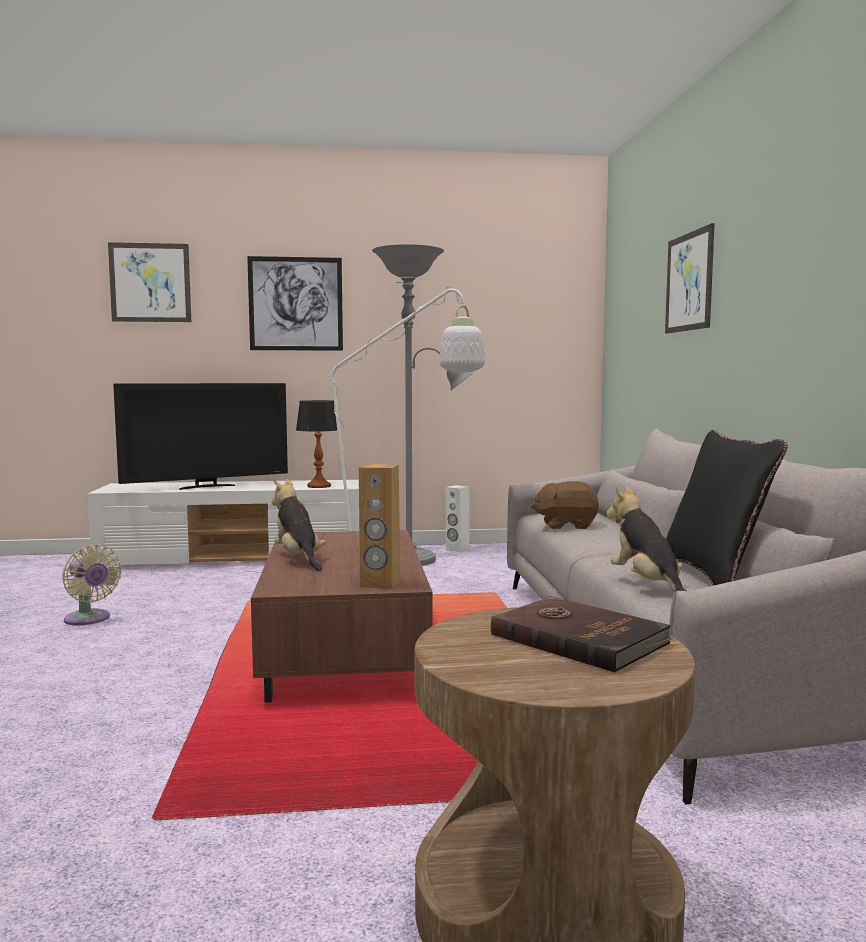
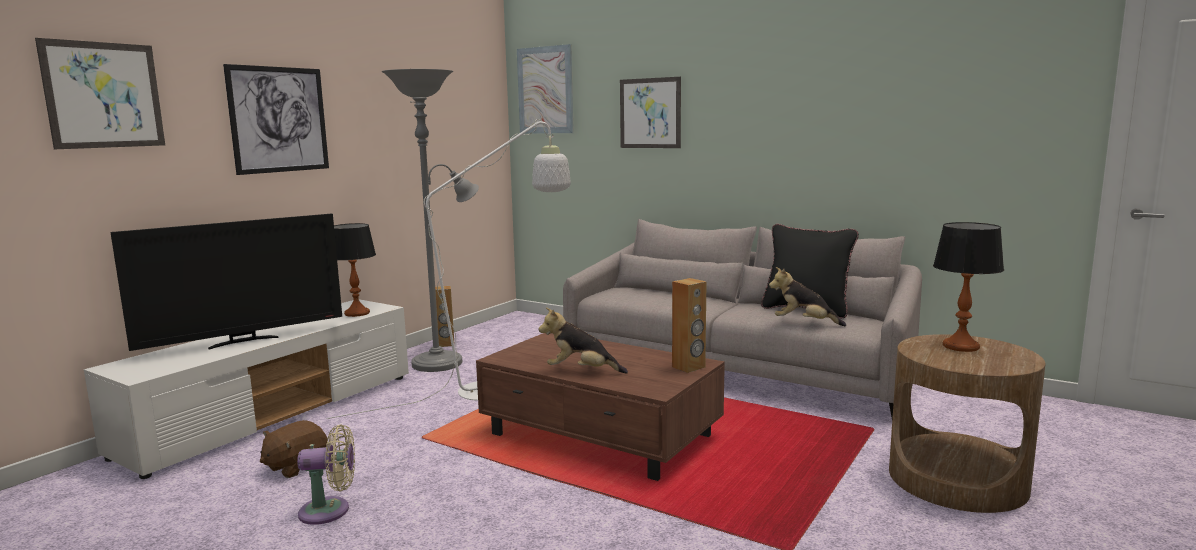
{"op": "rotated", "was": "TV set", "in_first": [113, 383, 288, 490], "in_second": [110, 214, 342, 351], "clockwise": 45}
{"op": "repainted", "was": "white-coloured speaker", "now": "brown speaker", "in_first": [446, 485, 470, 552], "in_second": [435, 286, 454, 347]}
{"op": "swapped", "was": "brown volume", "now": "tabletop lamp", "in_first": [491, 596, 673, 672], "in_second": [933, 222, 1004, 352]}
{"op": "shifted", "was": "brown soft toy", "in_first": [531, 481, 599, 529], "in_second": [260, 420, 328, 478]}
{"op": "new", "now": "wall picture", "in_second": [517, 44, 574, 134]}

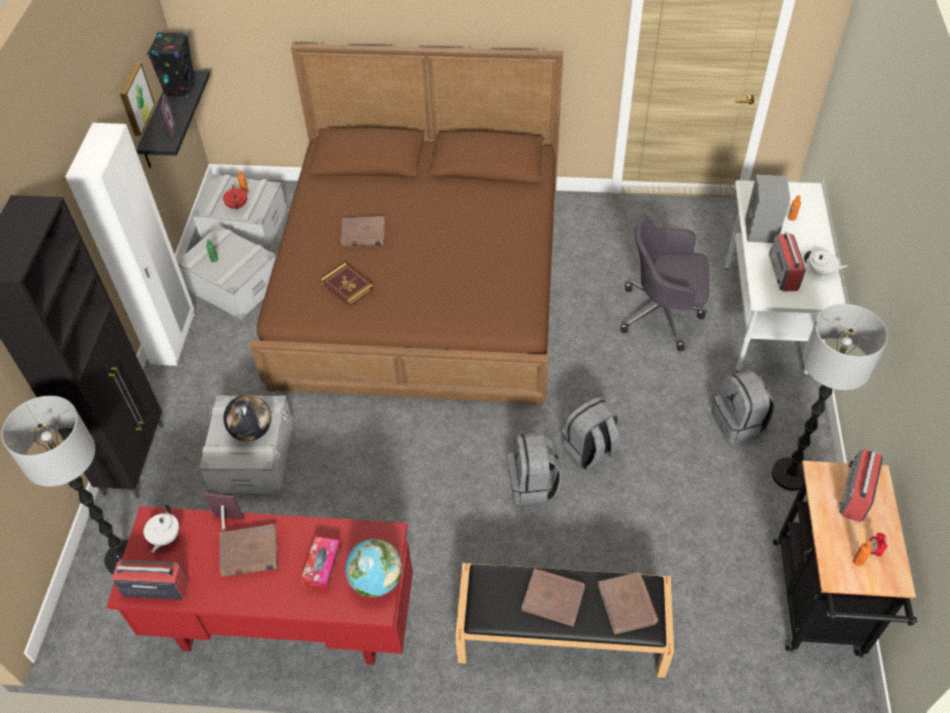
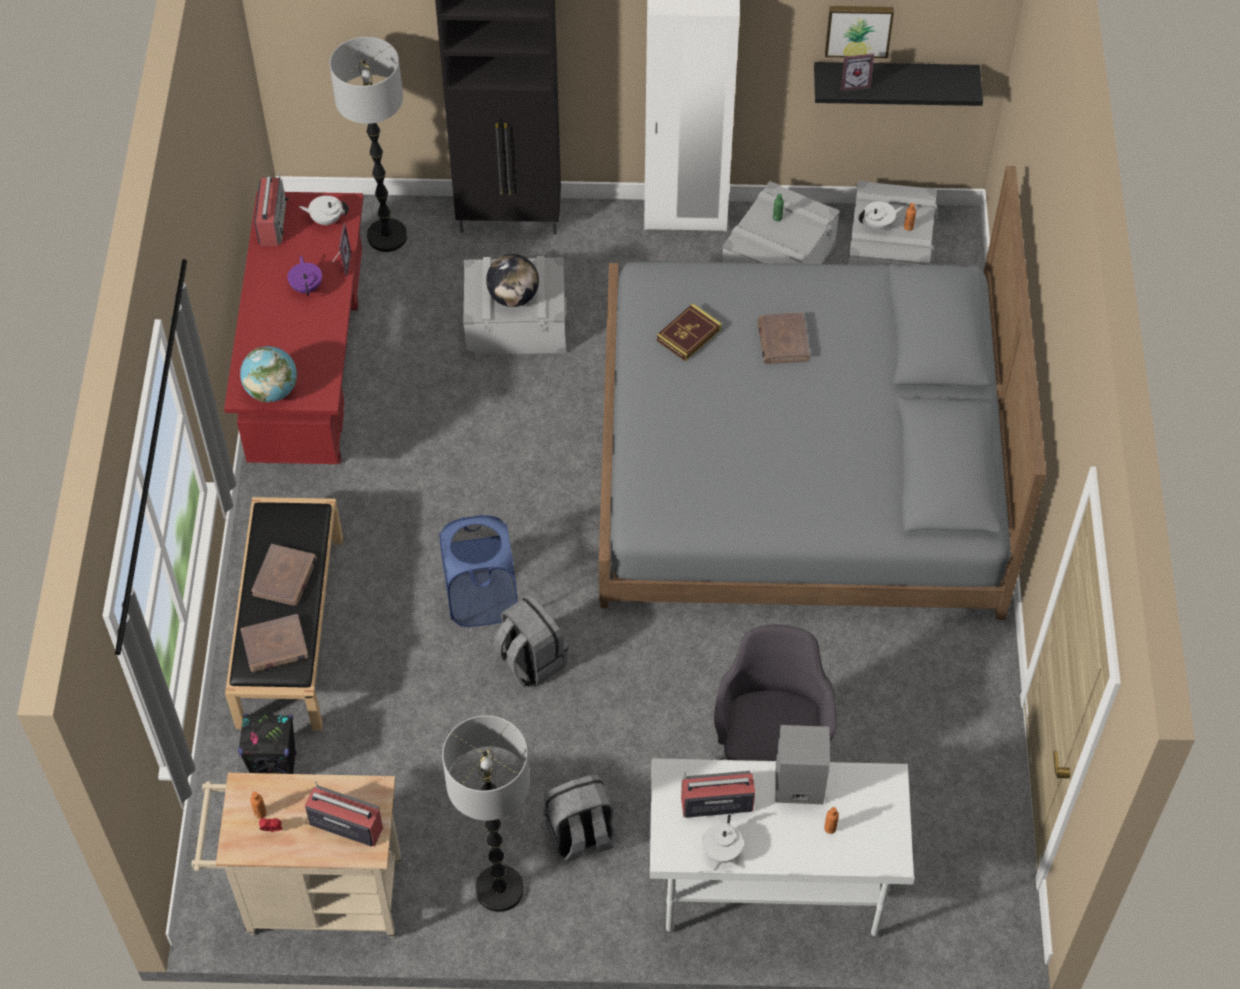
{"op": "shifted", "was": "black speaker", "in_first": [147, 32, 196, 97], "in_second": [238, 714, 297, 774]}
{"op": "swapped", "was": "brown volume", "now": "purple-coloured teapot", "in_first": [220, 524, 278, 577], "in_second": [287, 256, 322, 296]}
{"op": "repainted", "was": "reddish teapot", "now": "white-coloured teapot", "in_first": [223, 185, 247, 210], "in_second": [859, 201, 903, 231]}
{"op": "repainted", "was": "brown bedroom bed", "now": "gray bedroom bed", "in_first": [250, 44, 563, 406], "in_second": [599, 166, 1046, 620]}
{"op": "gone", "was": "tissue box", "in_first": [301, 536, 341, 592]}
{"op": "swapped", "was": "gray backpack", "now": "blue laundry basket", "in_first": [508, 432, 562, 505], "in_second": [439, 515, 517, 627]}
{"op": "repainted", "was": "black trolley", "now": "beige trolley", "in_first": [773, 461, 917, 658], "in_second": [191, 773, 402, 938]}

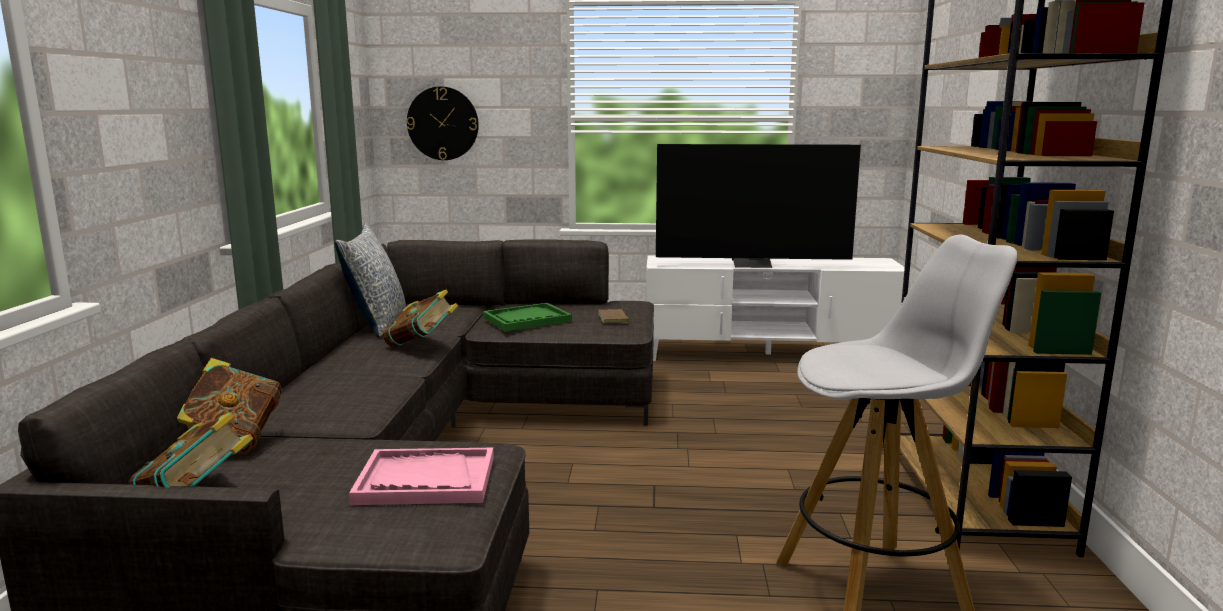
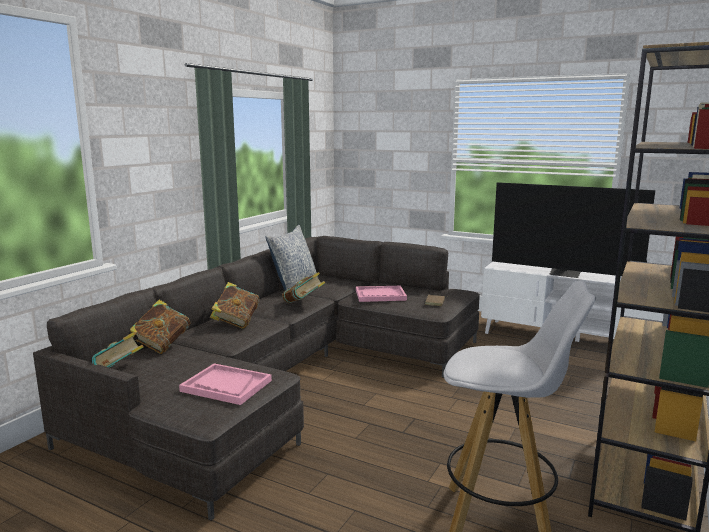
{"op": "gone", "was": "hanging clock", "in_first": [407, 86, 479, 160]}
{"op": "repainted", "was": "greenish carrying tray", "now": "pink carrying tray", "in_first": [483, 303, 572, 332], "in_second": [356, 286, 407, 302]}
{"op": "new", "now": "volume", "in_second": [210, 282, 259, 329]}

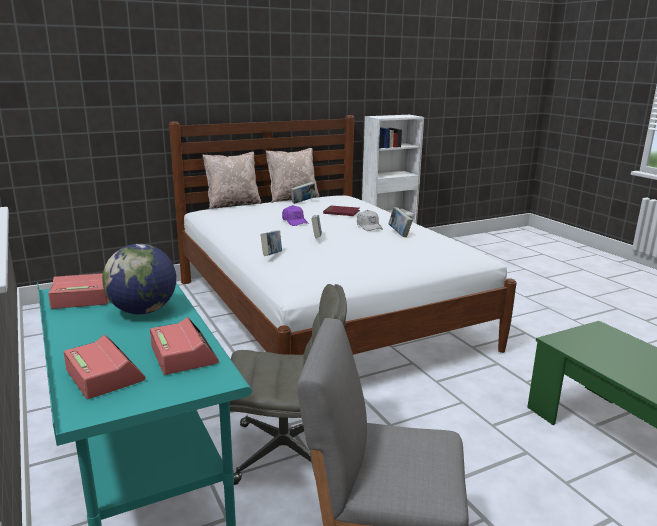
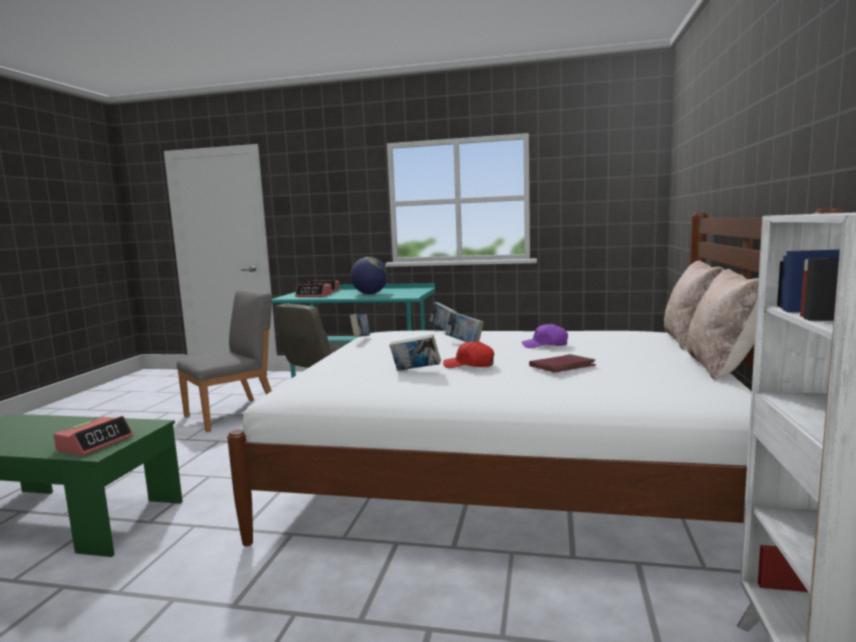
{"op": "shifted", "was": "table clock", "in_first": [48, 273, 109, 309], "in_second": [54, 416, 133, 456]}
{"op": "shifted", "was": "volume", "in_first": [290, 182, 315, 204], "in_second": [350, 314, 370, 337]}
{"op": "repainted", "was": "white-coloured peaked cap", "now": "reddish peaked cap", "in_first": [357, 210, 383, 231], "in_second": [443, 341, 494, 368]}

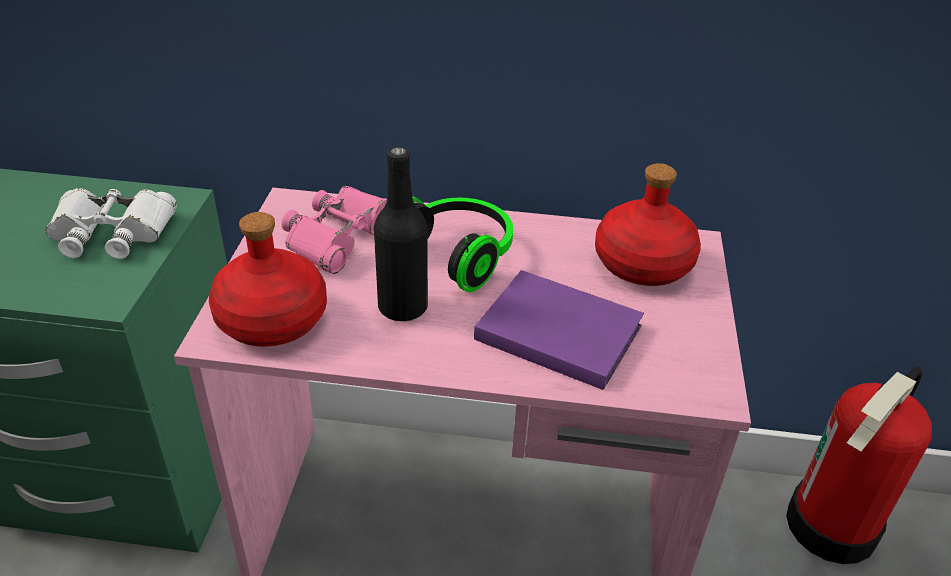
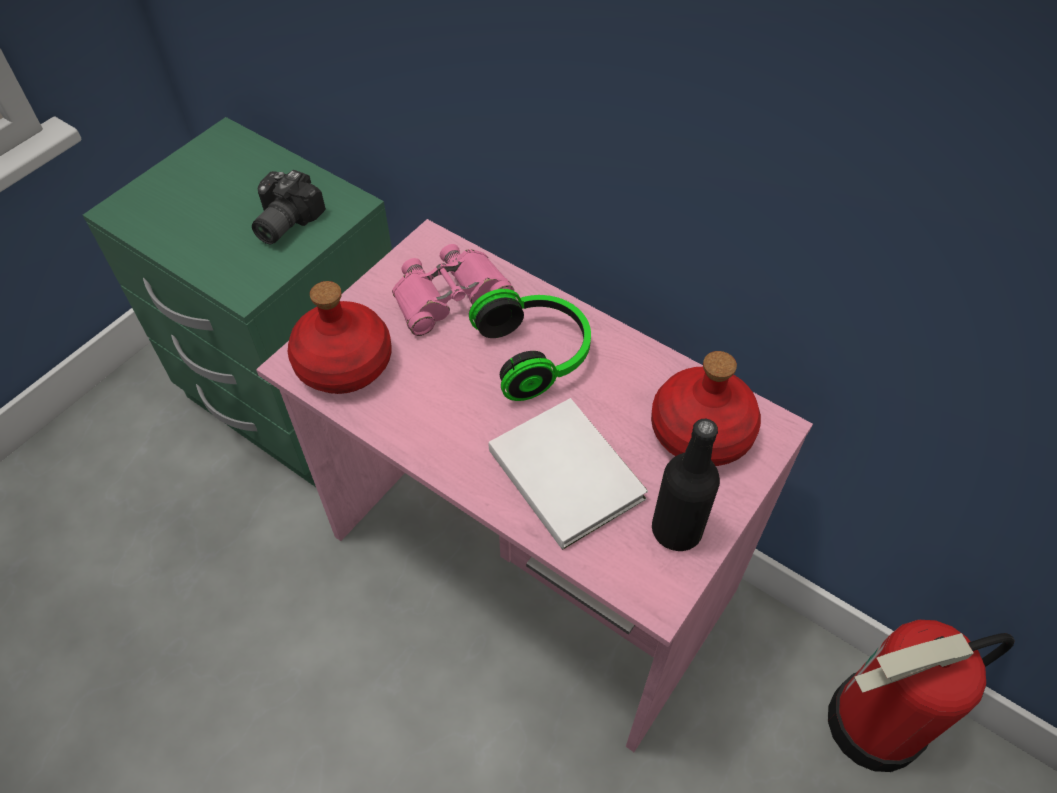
{"op": "swapped", "was": "white-coloured field glasses", "now": "photo camera", "in_first": [46, 188, 177, 259], "in_second": [252, 170, 326, 244]}
{"op": "shifted", "was": "black drink bottle", "in_first": [374, 147, 428, 321], "in_second": [652, 419, 720, 551]}
{"op": "repainted", "was": "purple-coloured volume", "now": "white-coloured volume", "in_first": [474, 270, 644, 390], "in_second": [489, 398, 648, 550]}

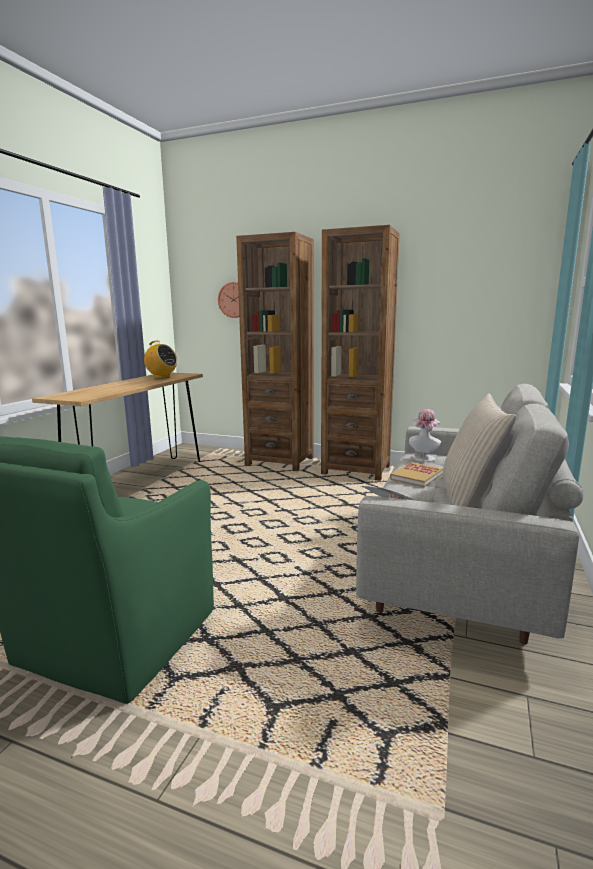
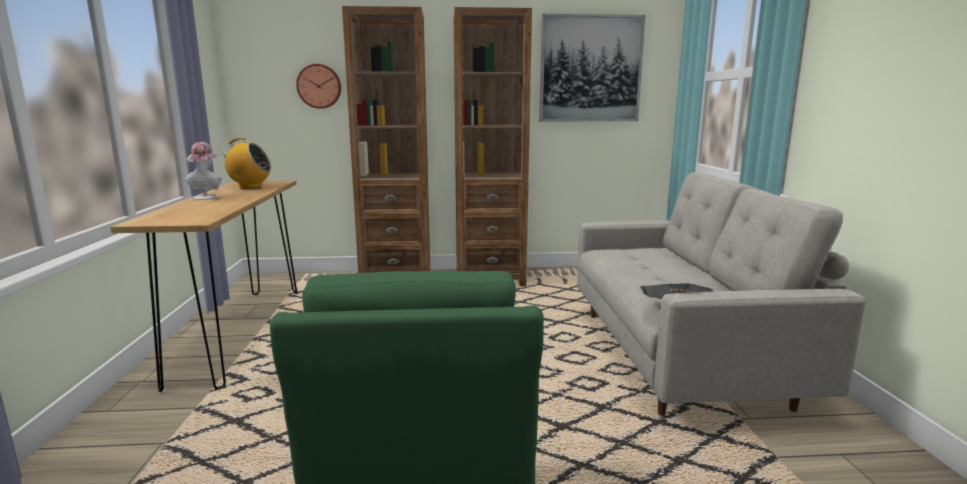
{"op": "gone", "was": "volume", "in_first": [390, 462, 443, 487]}
{"op": "shifted", "was": "wearable hat", "in_first": [409, 409, 441, 462], "in_second": [185, 142, 222, 200]}
{"op": "gone", "was": "beige throw pillow", "in_first": [443, 393, 516, 508]}
{"op": "new", "now": "wall picture", "in_second": [539, 14, 645, 121]}

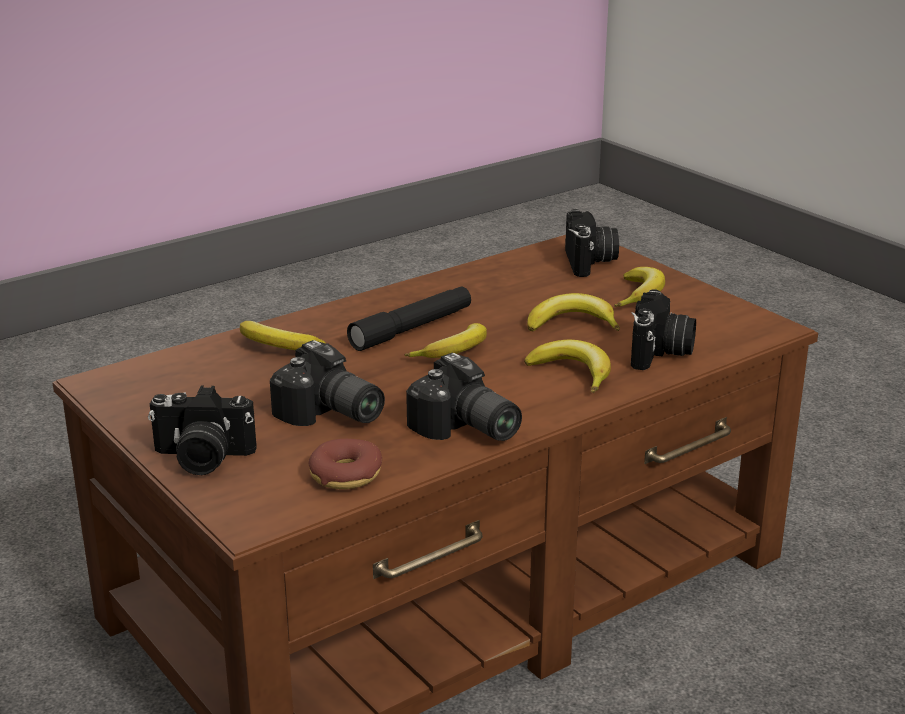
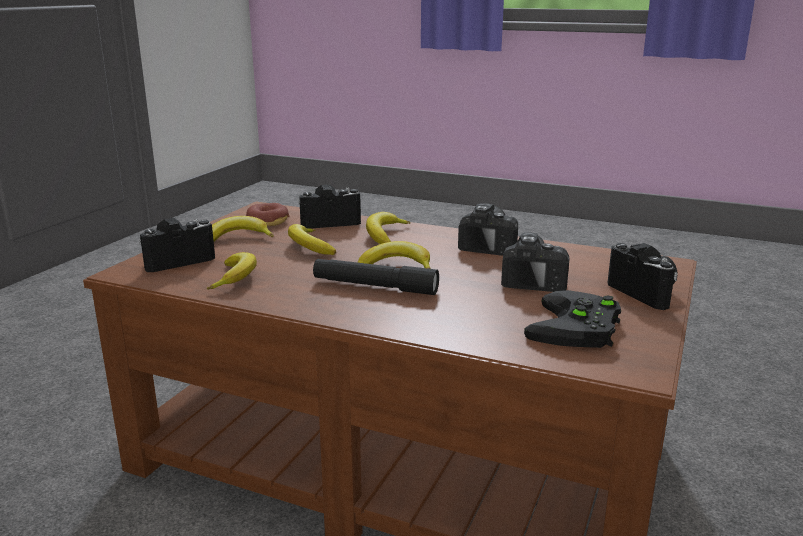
{"op": "shifted", "was": "banana", "in_first": [240, 321, 326, 350], "in_second": [207, 252, 257, 290]}
{"op": "shifted", "was": "ring doughnut", "in_first": [309, 439, 382, 489], "in_second": [246, 203, 289, 226]}
{"op": "new", "now": "black gamepad", "in_second": [524, 290, 621, 348]}

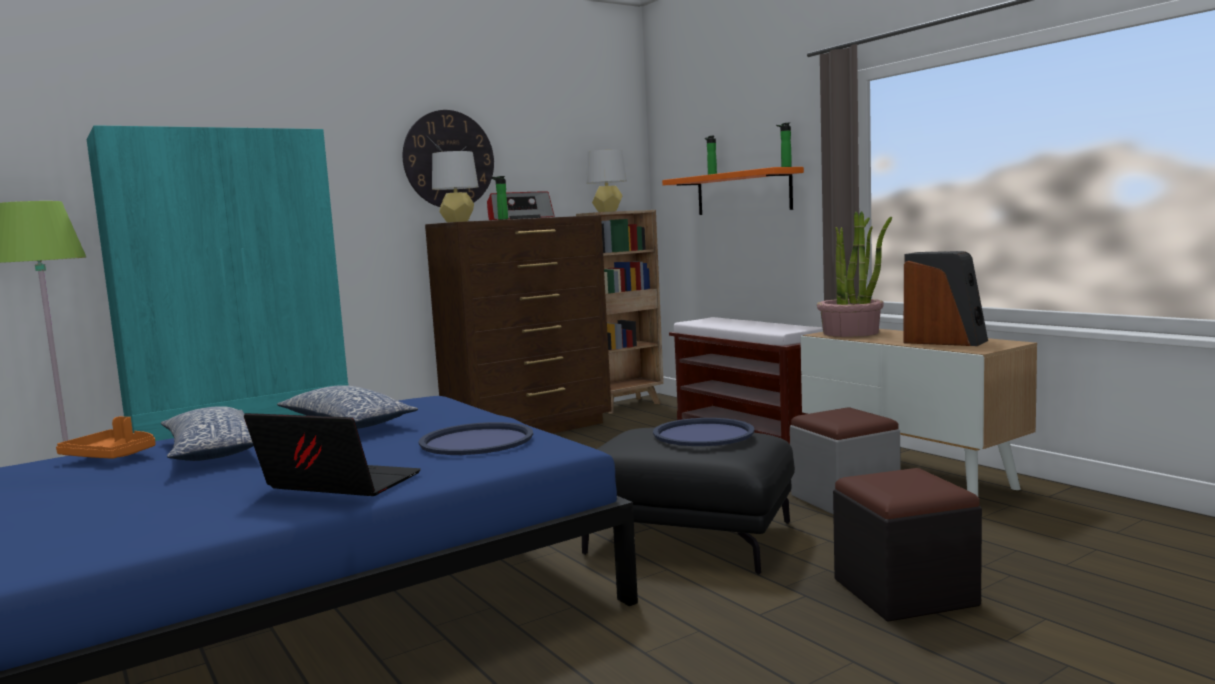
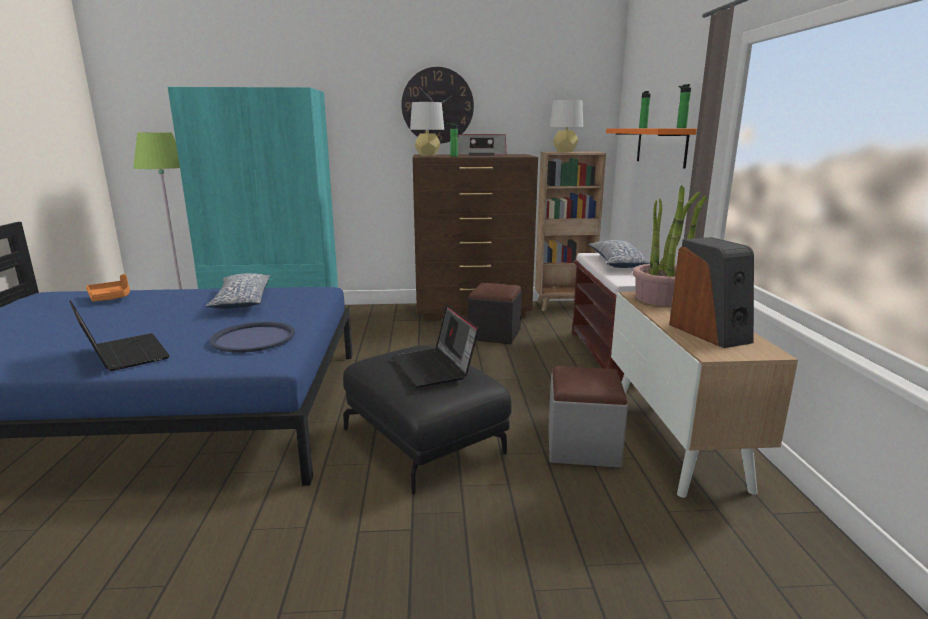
{"op": "shifted", "was": "throw pillow", "in_first": [161, 406, 254, 461], "in_second": [588, 240, 650, 268]}
{"op": "swapped", "was": "blue carrying tray", "now": "portable computer", "in_first": [653, 418, 754, 446], "in_second": [392, 305, 479, 387]}
{"op": "shifted", "was": "black ottoman", "in_first": [833, 468, 982, 622], "in_second": [468, 282, 522, 344]}

